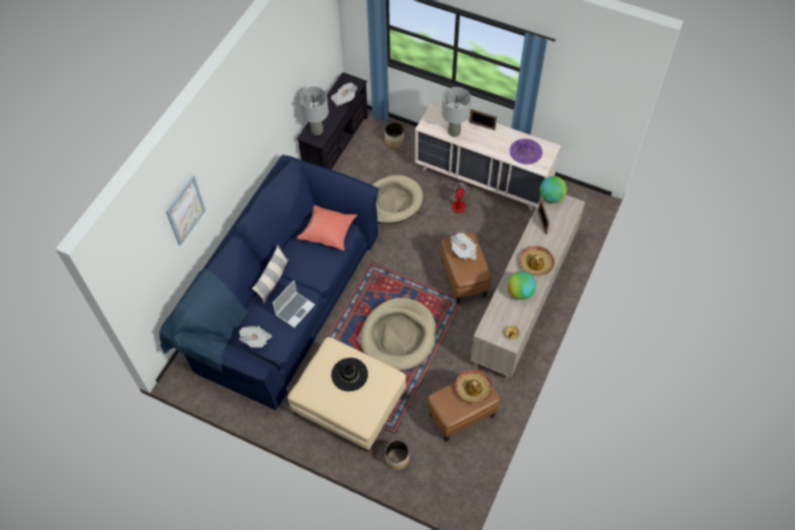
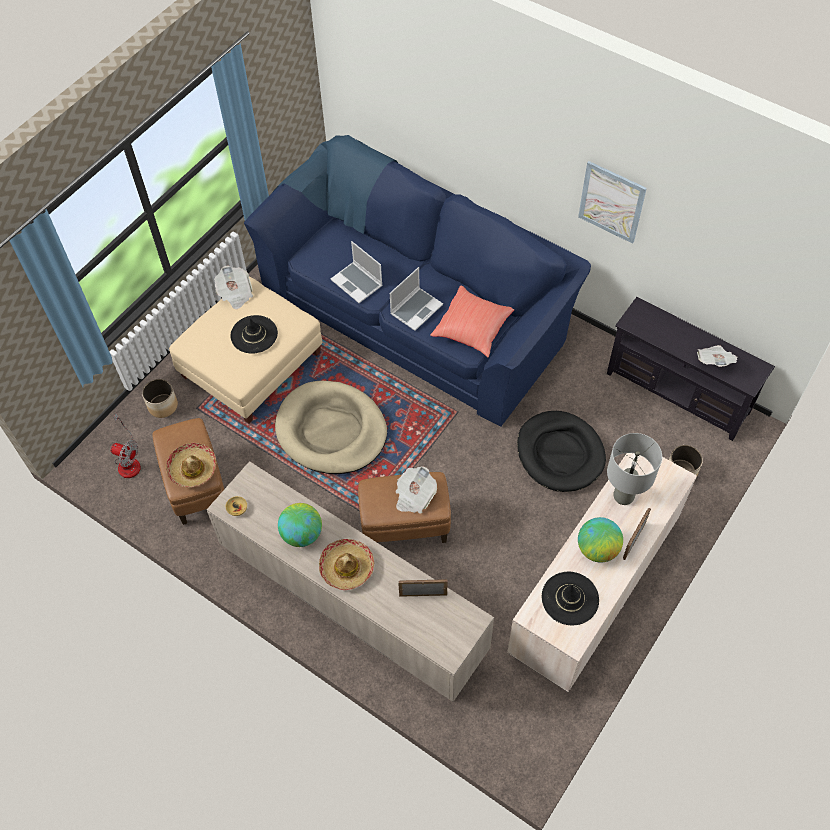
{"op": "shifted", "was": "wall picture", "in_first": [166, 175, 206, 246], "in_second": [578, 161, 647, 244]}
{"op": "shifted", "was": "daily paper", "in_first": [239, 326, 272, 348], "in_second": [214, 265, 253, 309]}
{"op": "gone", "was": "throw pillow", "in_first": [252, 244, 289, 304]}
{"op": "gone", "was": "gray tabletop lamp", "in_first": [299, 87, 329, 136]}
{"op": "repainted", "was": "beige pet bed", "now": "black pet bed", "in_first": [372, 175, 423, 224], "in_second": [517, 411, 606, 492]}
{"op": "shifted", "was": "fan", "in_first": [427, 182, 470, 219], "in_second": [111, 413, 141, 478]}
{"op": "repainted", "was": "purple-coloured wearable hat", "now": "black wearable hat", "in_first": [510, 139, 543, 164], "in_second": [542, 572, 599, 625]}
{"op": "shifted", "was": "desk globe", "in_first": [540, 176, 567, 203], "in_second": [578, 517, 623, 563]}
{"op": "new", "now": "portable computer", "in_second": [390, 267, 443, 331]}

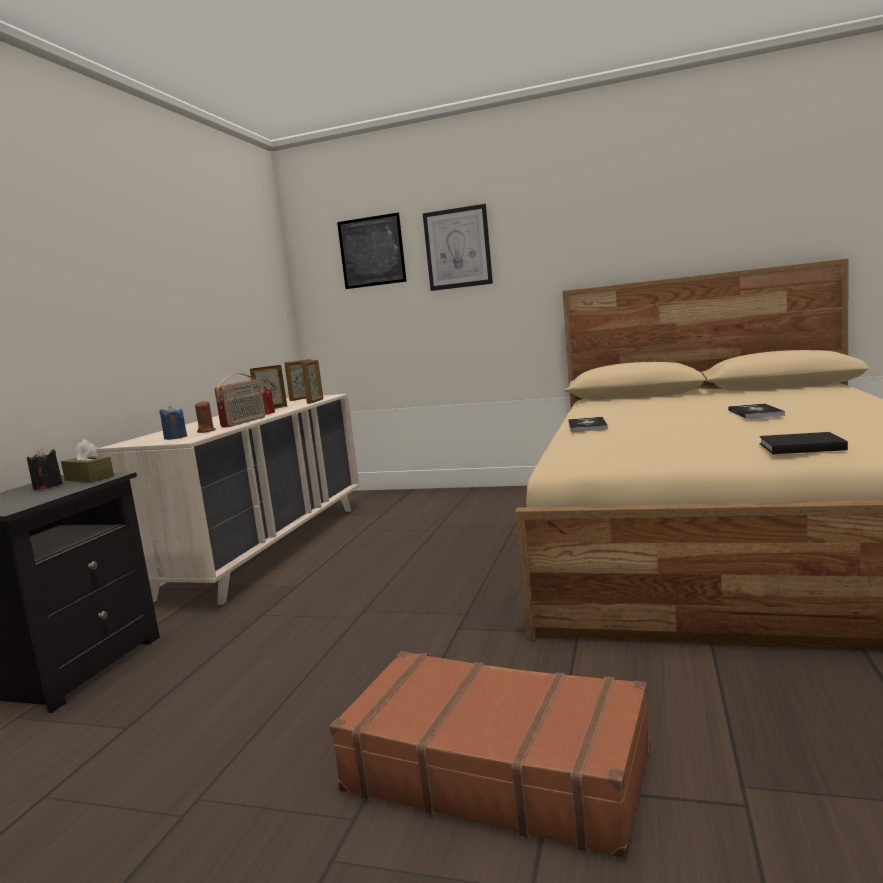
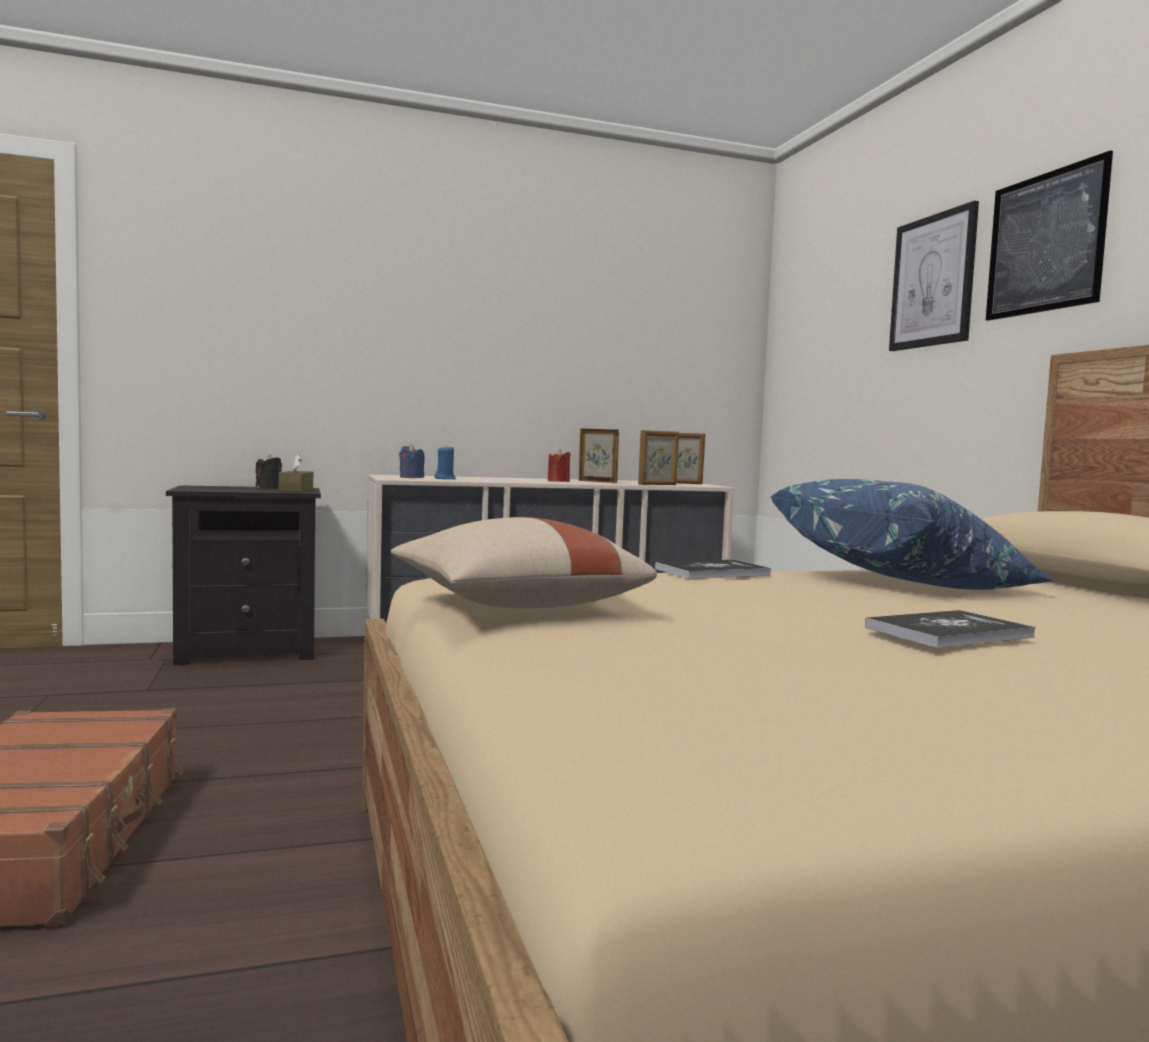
{"op": "repainted", "was": "brown wax candle", "now": "blue wax candle", "in_first": [195, 400, 216, 433], "in_second": [435, 447, 456, 479]}
{"op": "gone", "was": "radio receiver", "in_first": [215, 373, 265, 427]}
{"op": "shifted", "was": "wall picture", "in_first": [337, 212, 407, 289], "in_second": [986, 151, 1113, 321]}
{"op": "gone", "was": "black volume", "in_first": [759, 432, 848, 454]}
{"op": "new", "now": "beige throw pillow", "in_second": [391, 517, 657, 608]}
{"op": "new", "now": "blue throw pillow", "in_second": [770, 479, 1054, 590]}

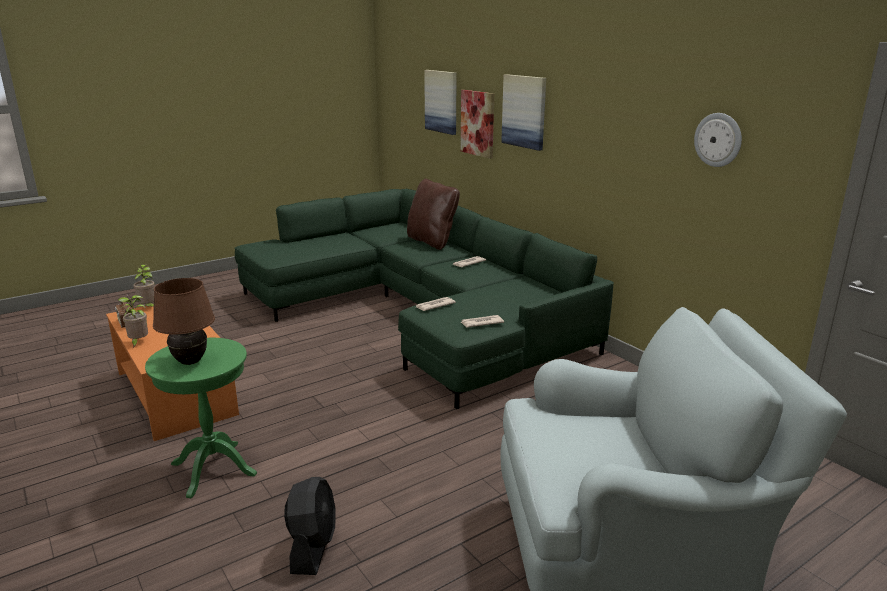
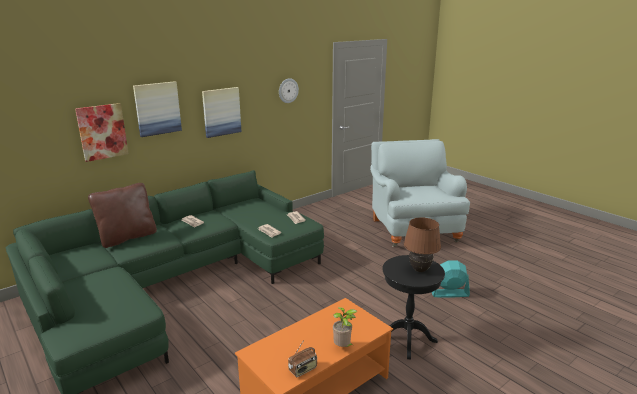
{"op": "gone", "was": "plant in a pot", "in_first": [133, 264, 155, 307]}
{"op": "repainted", "was": "greenish side table", "now": "black side table", "in_first": [145, 338, 257, 498], "in_second": [382, 255, 445, 360]}
{"op": "repainted", "was": "black fan", "now": "blue-green fan", "in_first": [284, 477, 336, 575], "in_second": [432, 260, 470, 298]}
{"op": "shifted", "was": "wall picture", "in_first": [424, 70, 457, 135], "in_second": [202, 87, 241, 138]}

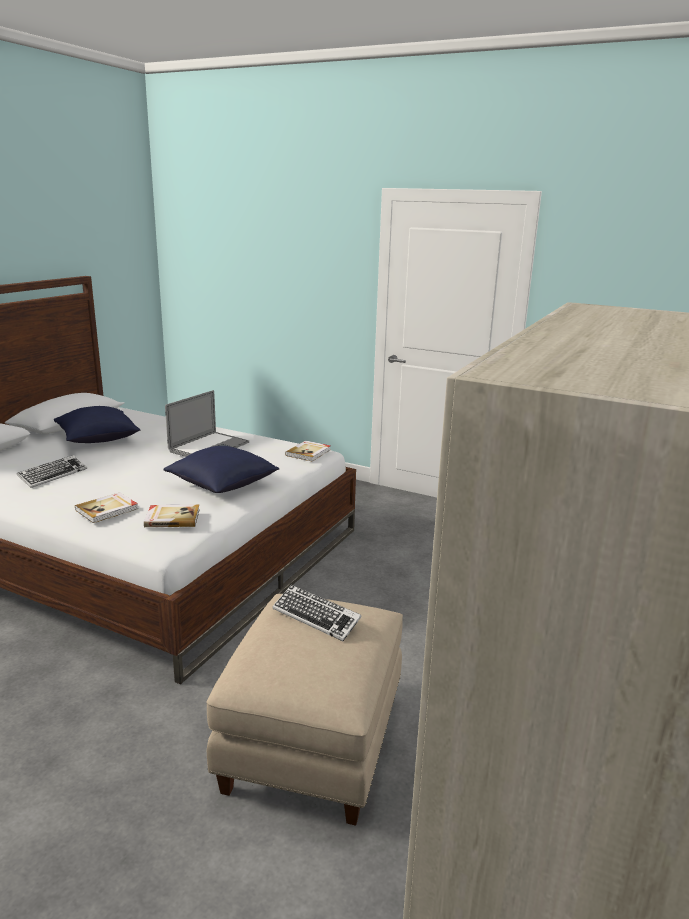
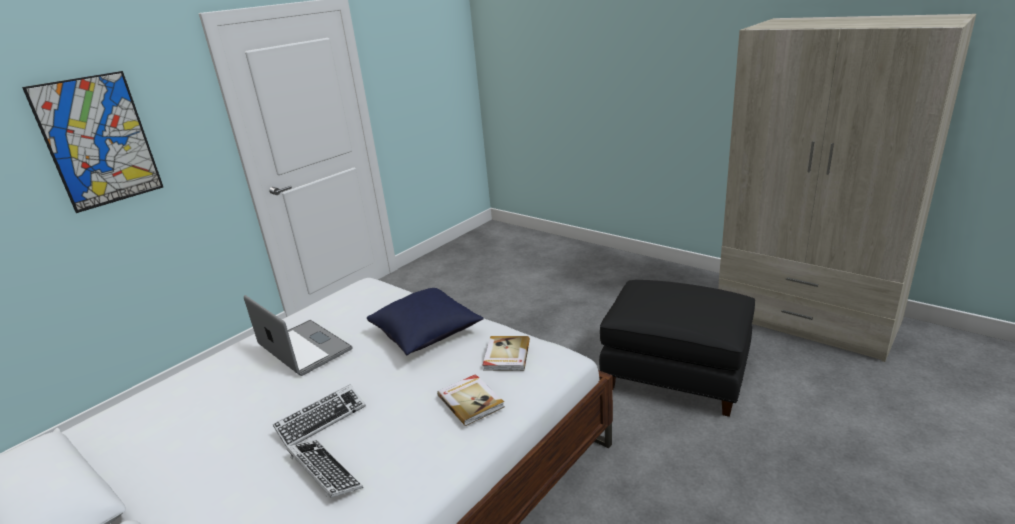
{"op": "gone", "was": "blue throw pillow", "in_first": [54, 406, 140, 443]}
{"op": "repainted", "was": "beige ottoman", "now": "black ottoman", "in_first": [206, 594, 403, 826], "in_second": [599, 280, 755, 417]}
{"op": "shifted", "was": "computer keyboard", "in_first": [273, 585, 362, 641], "in_second": [273, 384, 366, 447]}
{"op": "gone", "was": "volume", "in_first": [285, 440, 331, 461]}
{"op": "new", "now": "wall picture", "in_second": [22, 71, 163, 213]}

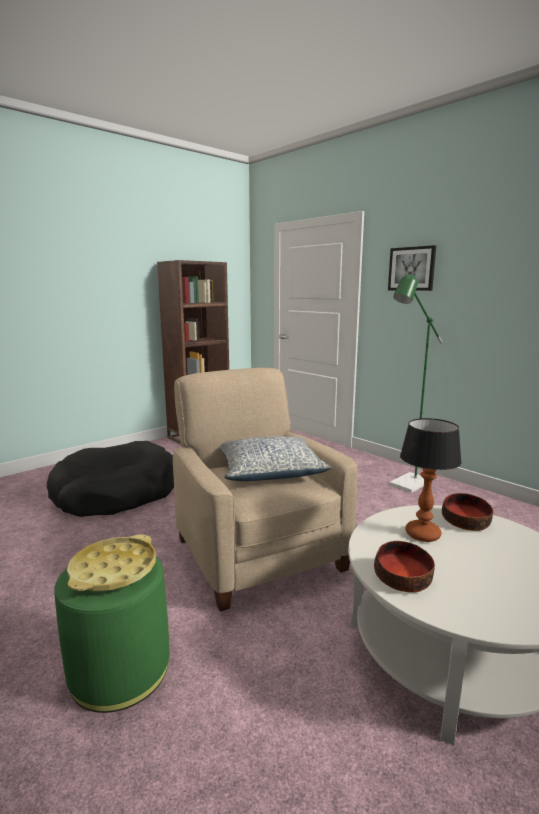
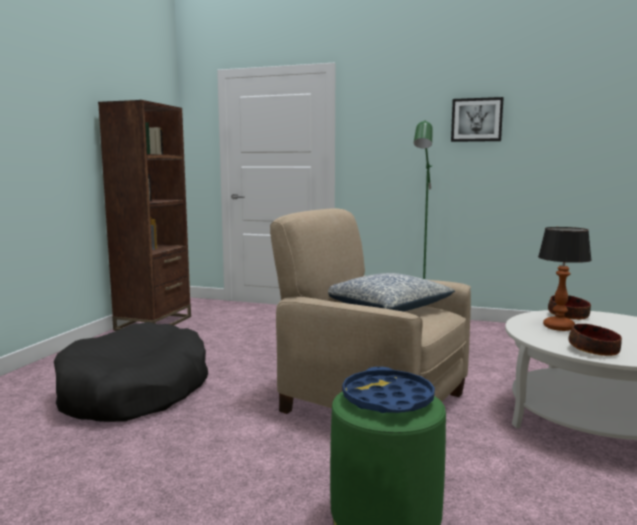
{"op": "repainted", "was": "yellow-coloured carrying tray", "now": "blue carrying tray", "in_first": [67, 535, 156, 591], "in_second": [342, 367, 435, 413]}
{"op": "shifted", "was": "wall picture", "in_first": [388, 245, 436, 291], "in_second": [451, 97, 504, 142]}

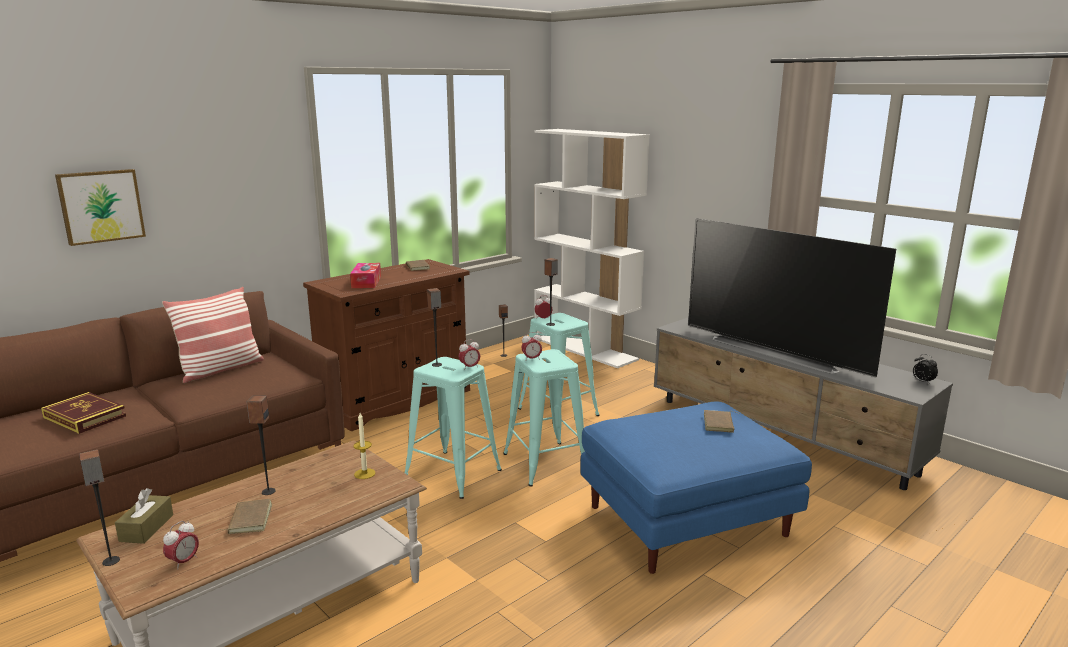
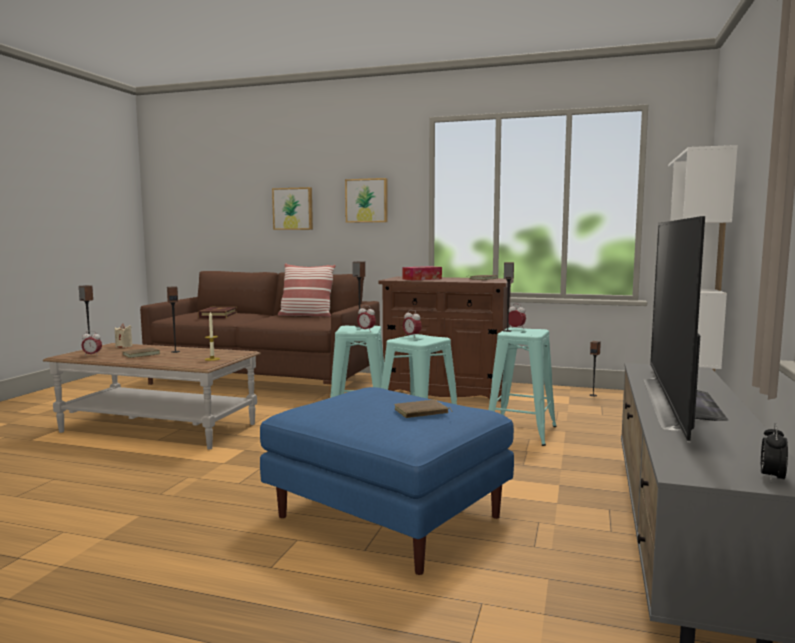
{"op": "swapped", "was": "brown tissue box", "now": "beige wax candle", "in_first": [115, 488, 173, 544], "in_second": [115, 324, 133, 348]}
{"op": "new", "now": "wall picture", "in_second": [345, 178, 388, 223]}

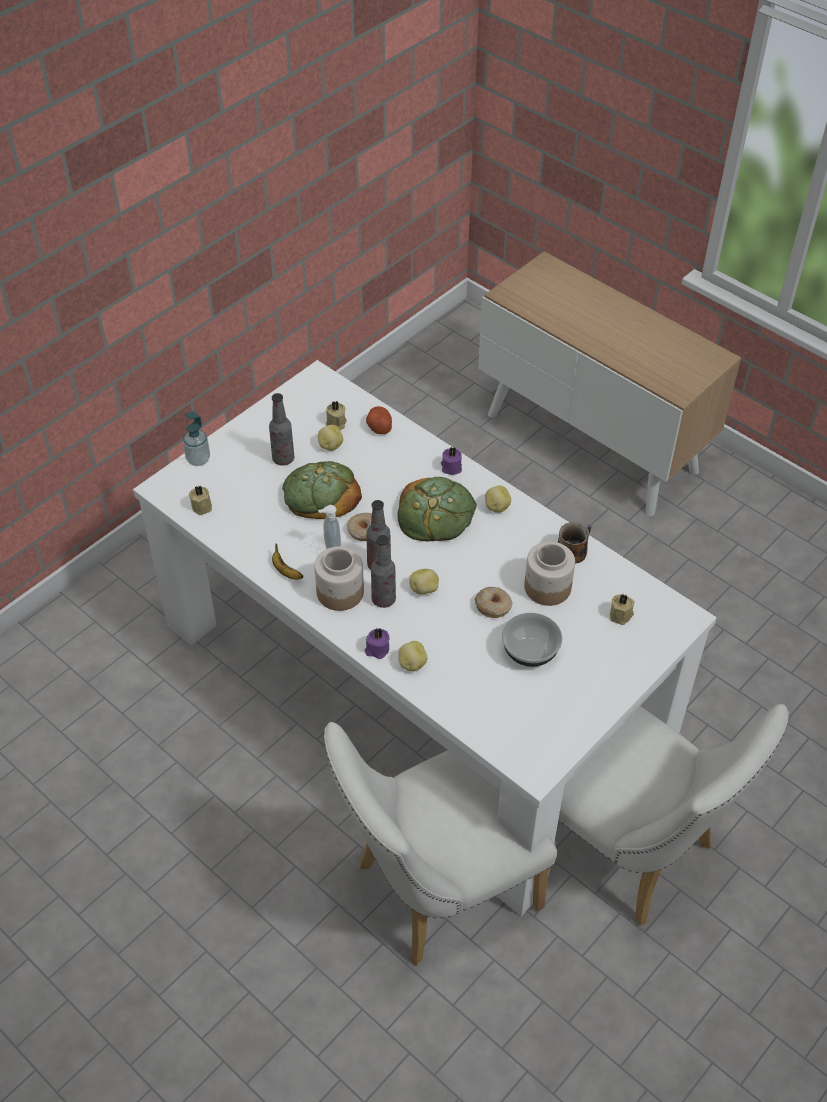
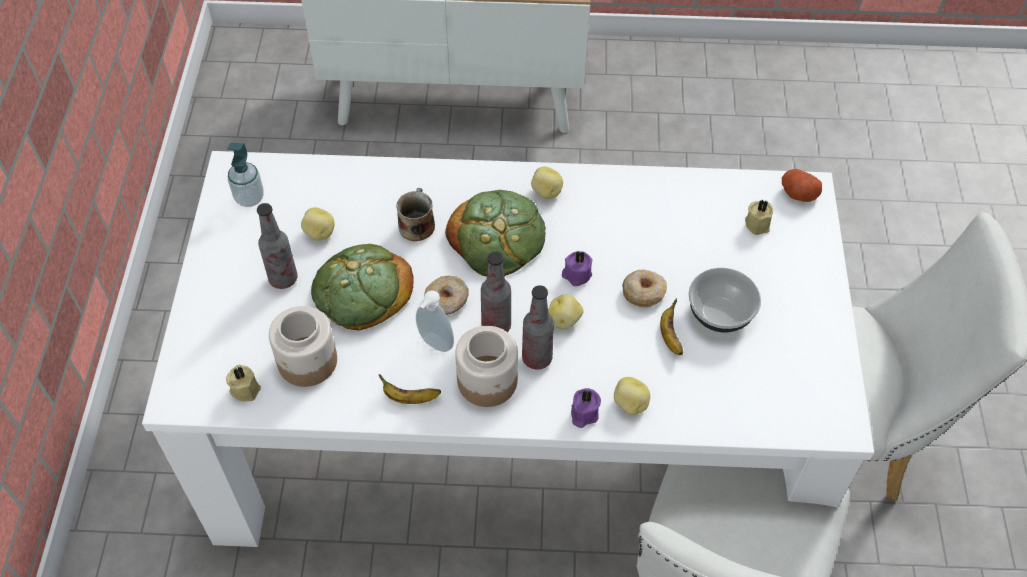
{"op": "shifted", "was": "soap bottle", "in_first": [183, 411, 210, 466], "in_second": [227, 142, 264, 207]}
{"op": "gone", "was": "beige wax candle", "in_first": [326, 400, 347, 430]}
{"op": "shifted", "was": "spud", "in_first": [366, 406, 392, 434], "in_second": [782, 169, 822, 202]}
{"op": "shifted", "was": "purple-coloured wax candle", "in_first": [441, 447, 462, 475], "in_second": [562, 251, 592, 286]}
{"op": "shifted", "was": "storage jar", "in_first": [524, 542, 575, 606], "in_second": [269, 306, 337, 387]}
{"op": "shifted", "was": "tea mug", "in_first": [558, 522, 591, 564], "in_second": [396, 188, 435, 241]}
{"op": "new", "now": "banana", "in_second": [660, 298, 683, 355]}

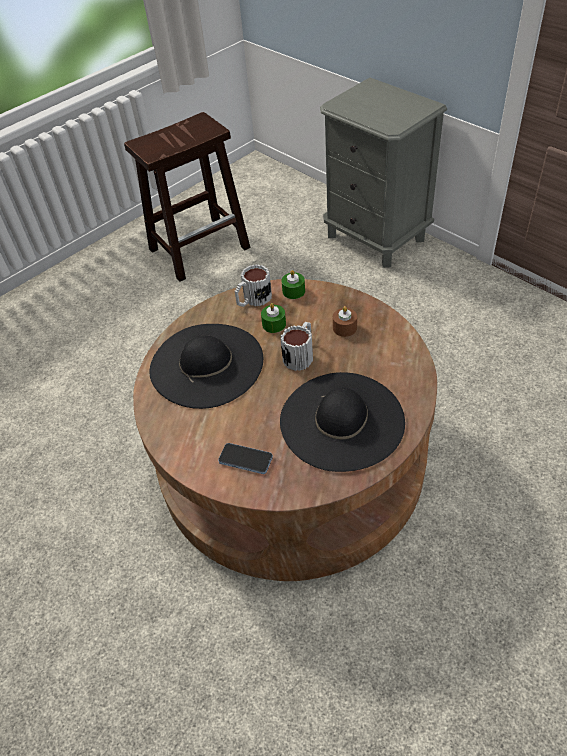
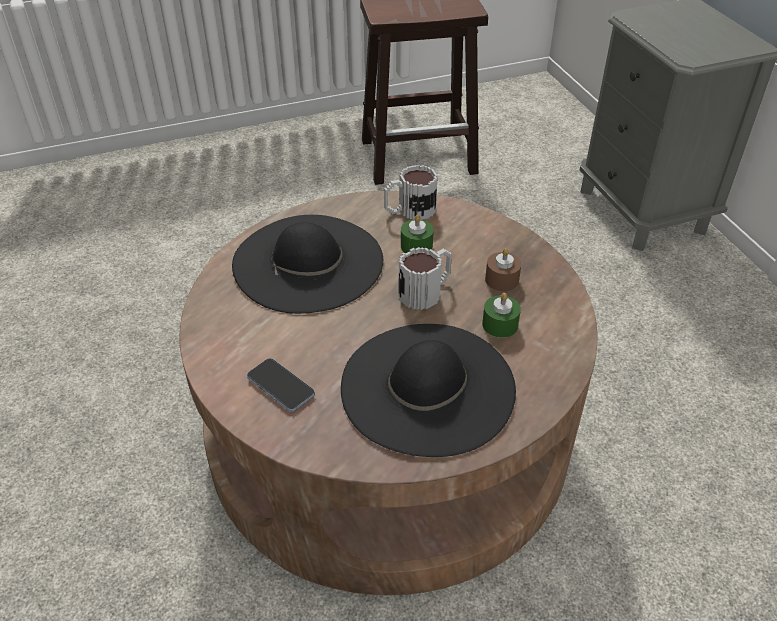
{"op": "shifted", "was": "greenish wax candle", "in_first": [281, 270, 305, 299], "in_second": [482, 293, 521, 338]}

